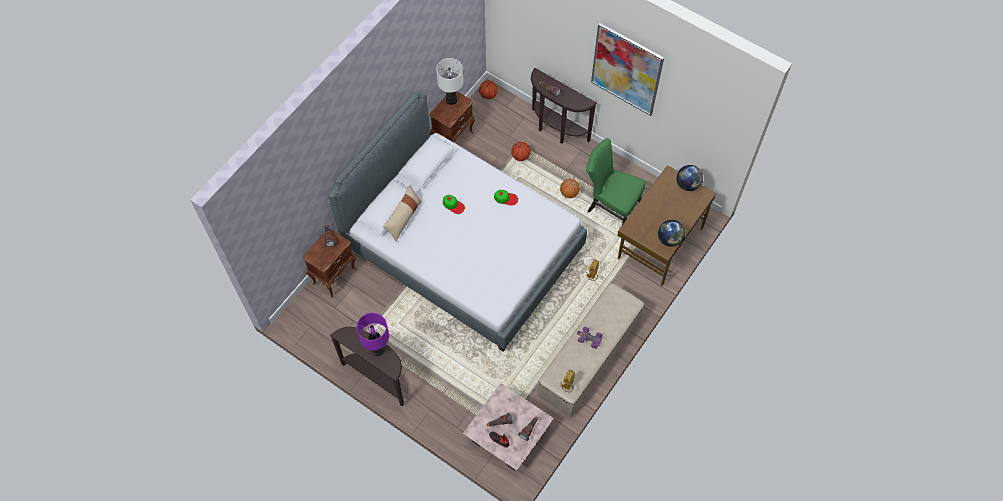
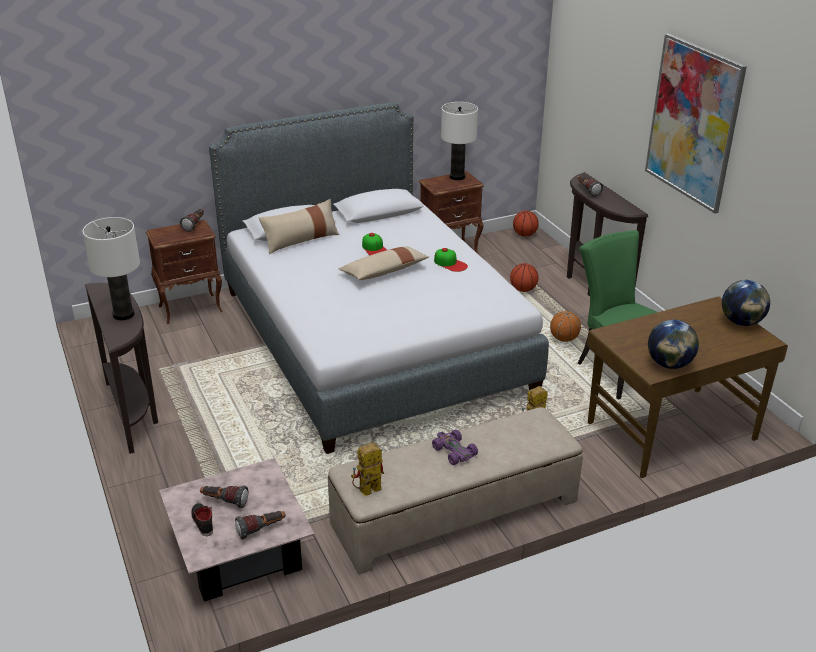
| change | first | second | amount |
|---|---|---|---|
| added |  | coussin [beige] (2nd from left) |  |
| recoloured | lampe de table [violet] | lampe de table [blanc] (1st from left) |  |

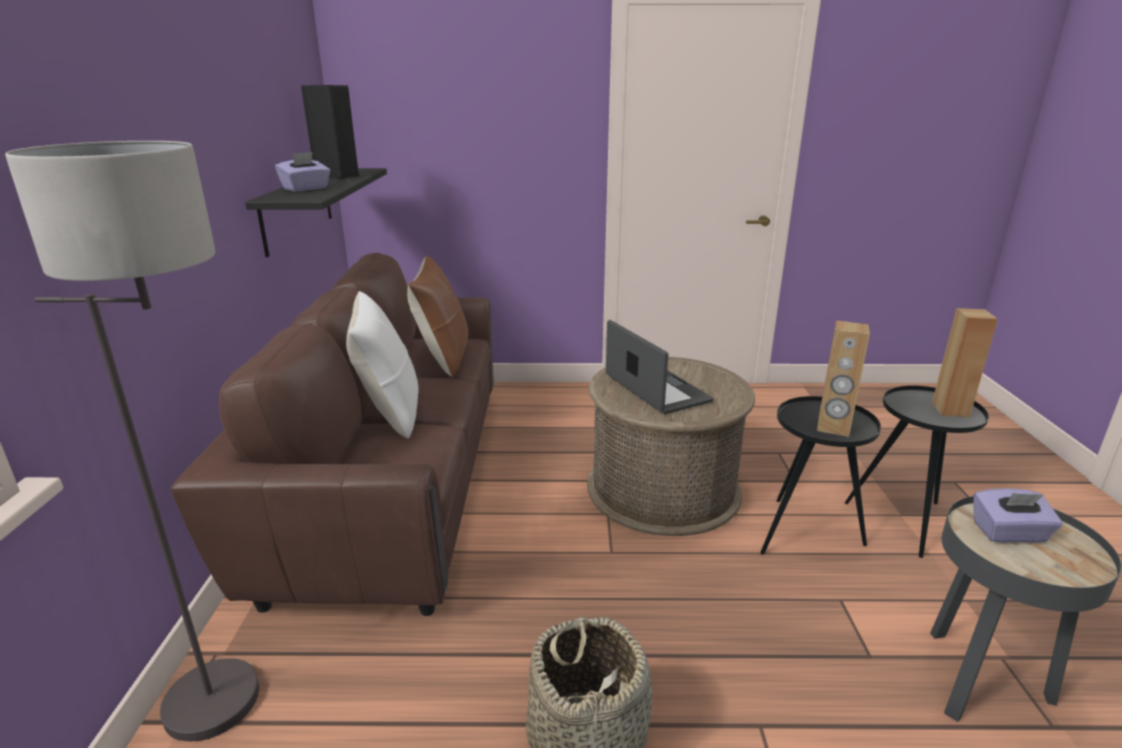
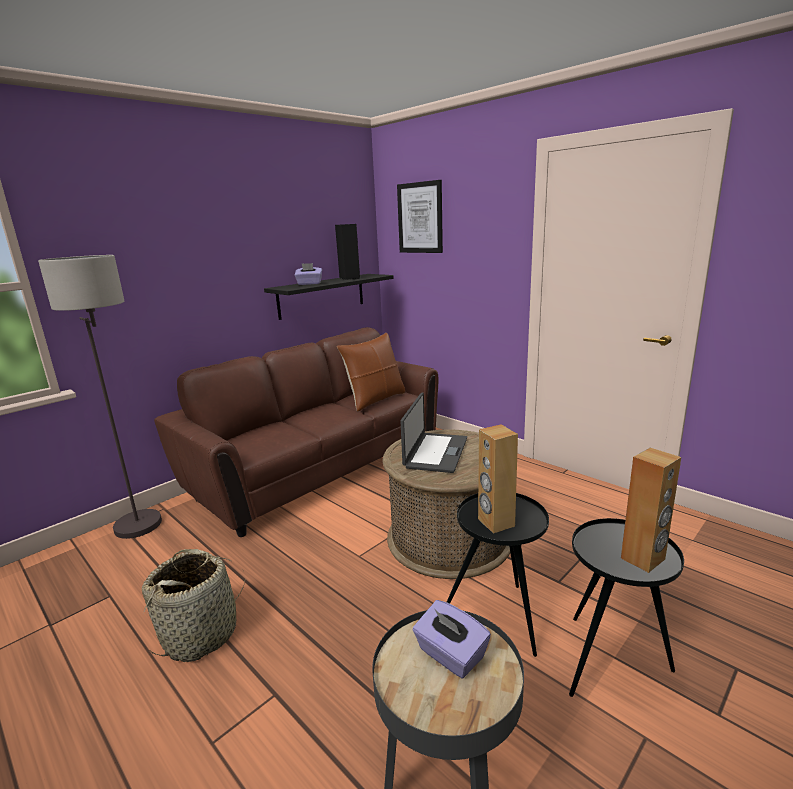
| change | first | second | amount |
|---|---|---|---|
| removed | coussin [blanc] |  |  |
| added |  | tableau |  |

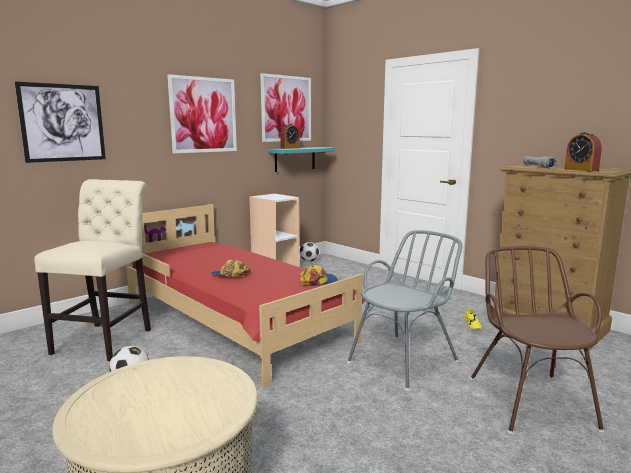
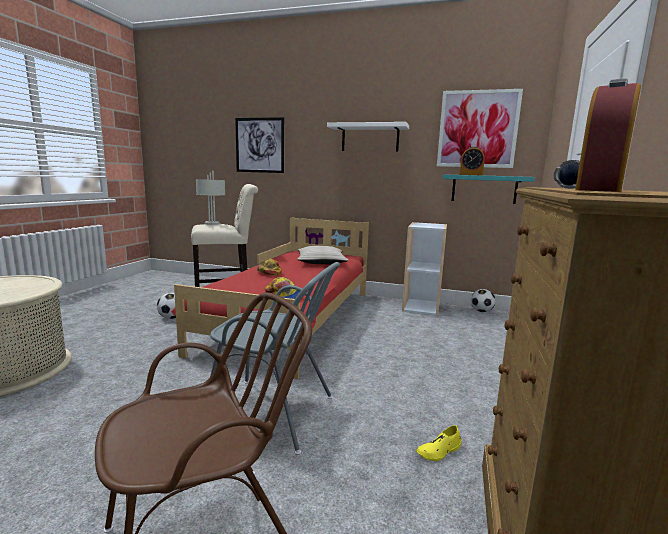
| change | first | second | amount |
|---|---|---|---|
| added |  | lampe de table [gris] |  |
| added |  | coussin [beige] |  |
| replaced | tableau (2nd from left) | étagère [blanc] |  |

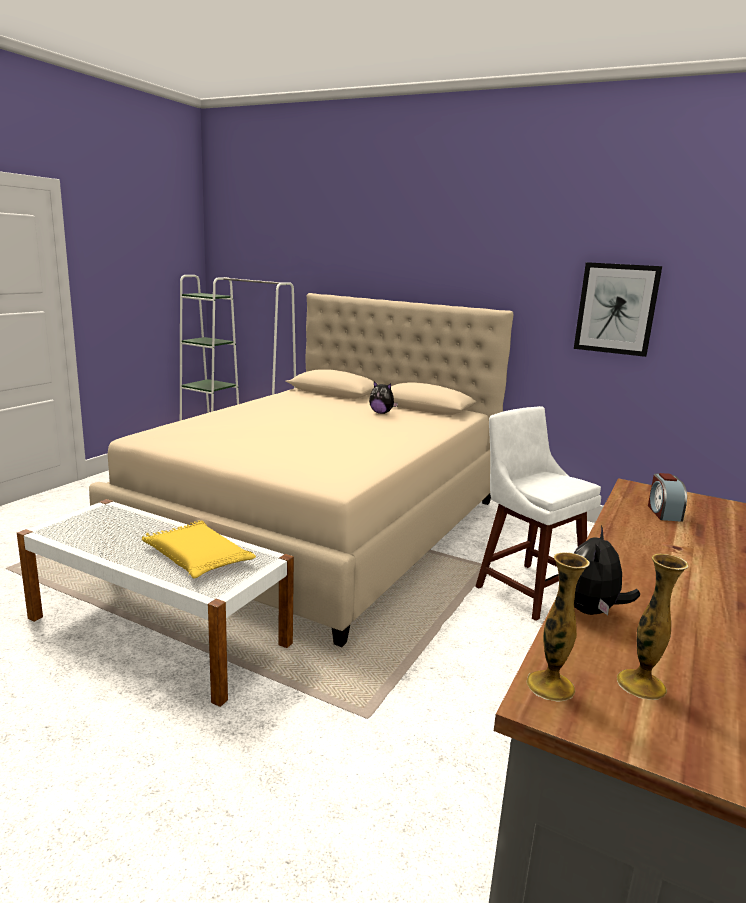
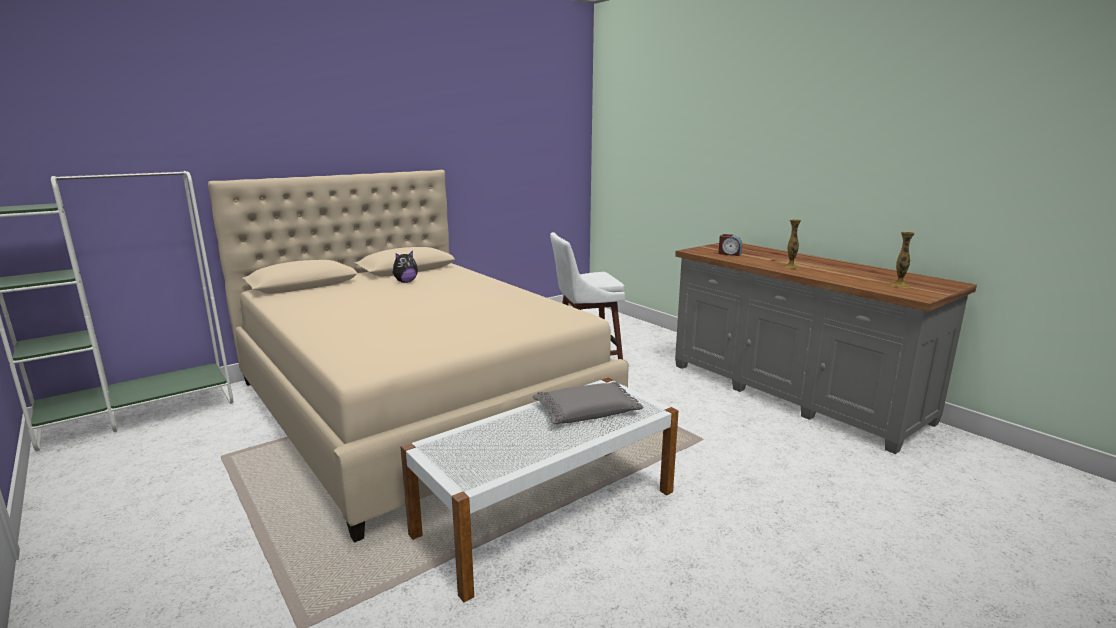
| change | first | second | amount |
|---|---|---|---|
| removed | tableau |  |  |
| removed | peluche (2nd from left) |  |  |
| moved | vase (1st from left) |  |  |
| recoloured | coussin [jaune] | coussin [gris] |  |

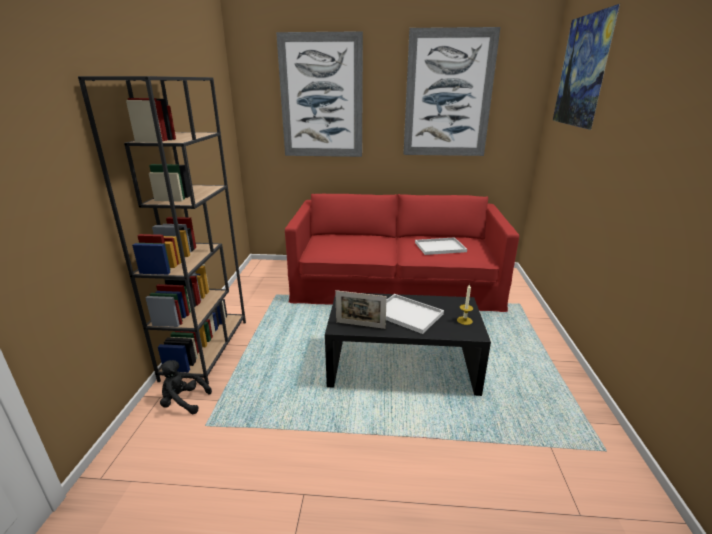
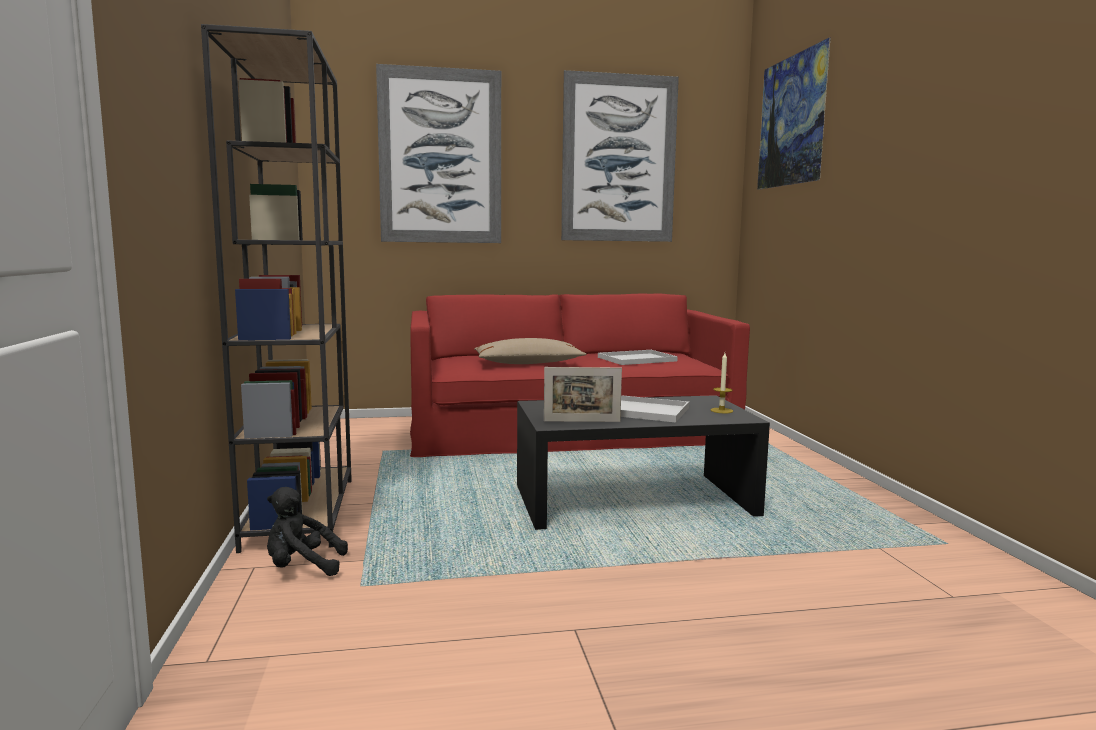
| change | first | second | amount |
|---|---|---|---|
| added |  | coussin [beige] |  |

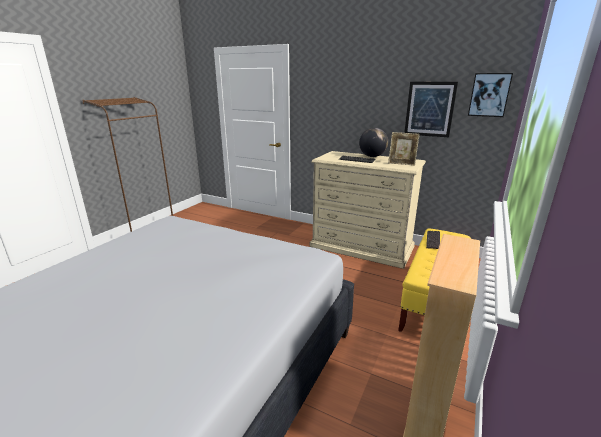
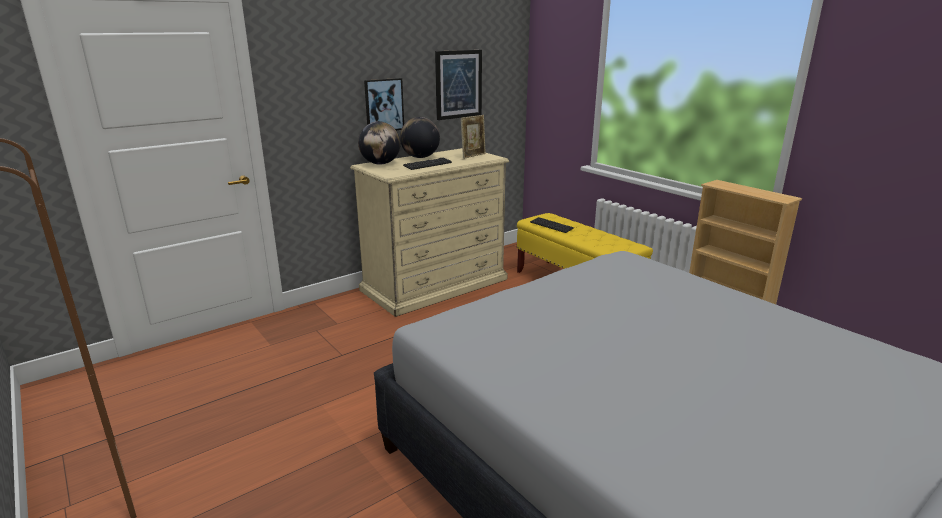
| change | first | second | amount |
|---|---|---|---|
| added |  | globe (1st from left) |  |
| moved | tableau (2nd from left in the first image) | tableau (1st from left) |  |

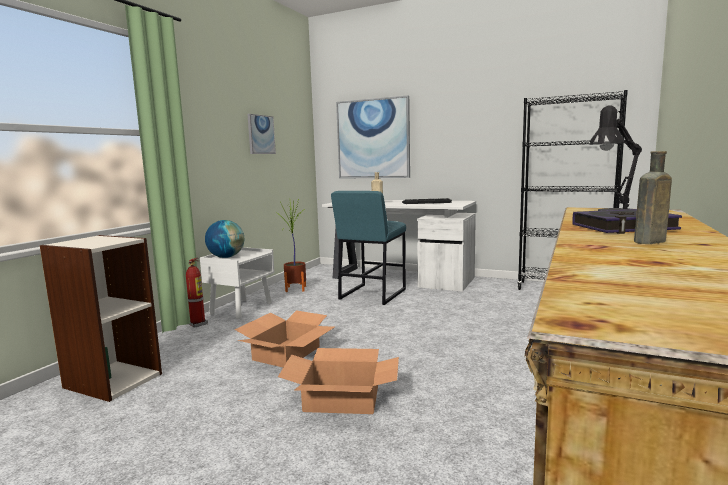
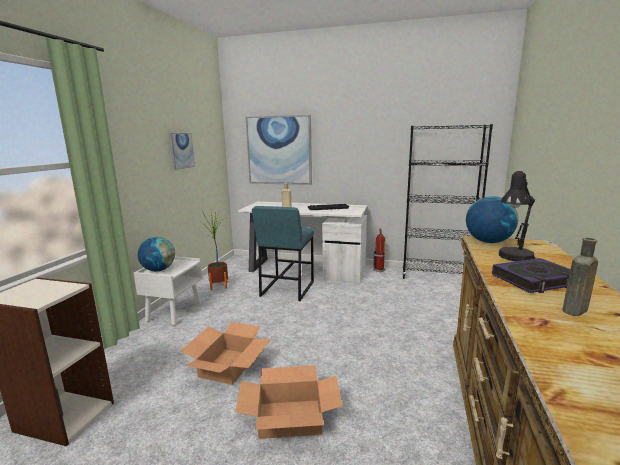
| change | first | second | amount |
|---|---|---|---|
| added |  | globe (2nd from left) |  |
| moved | extincteur |  |  |

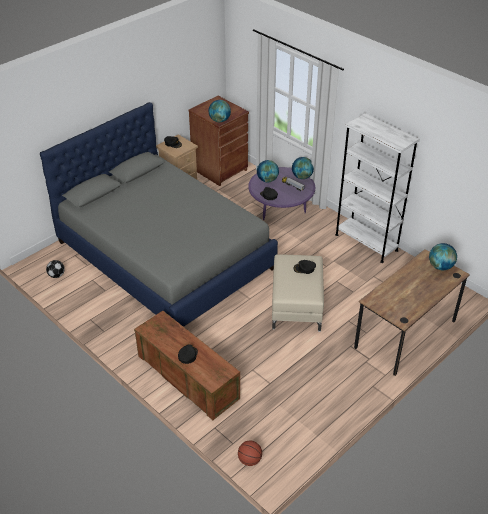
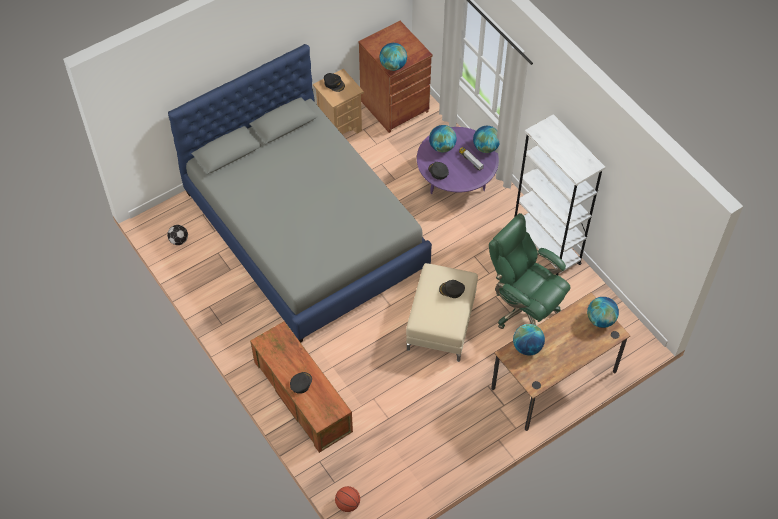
| change | first | second | amount |
|---|---|---|---|
| added |  | chaise de bureau [vert] |  |
| added |  | globe (4th from left) |  |

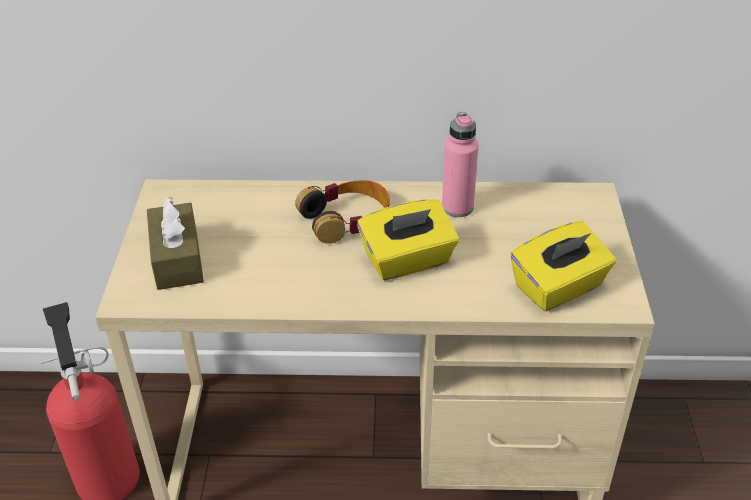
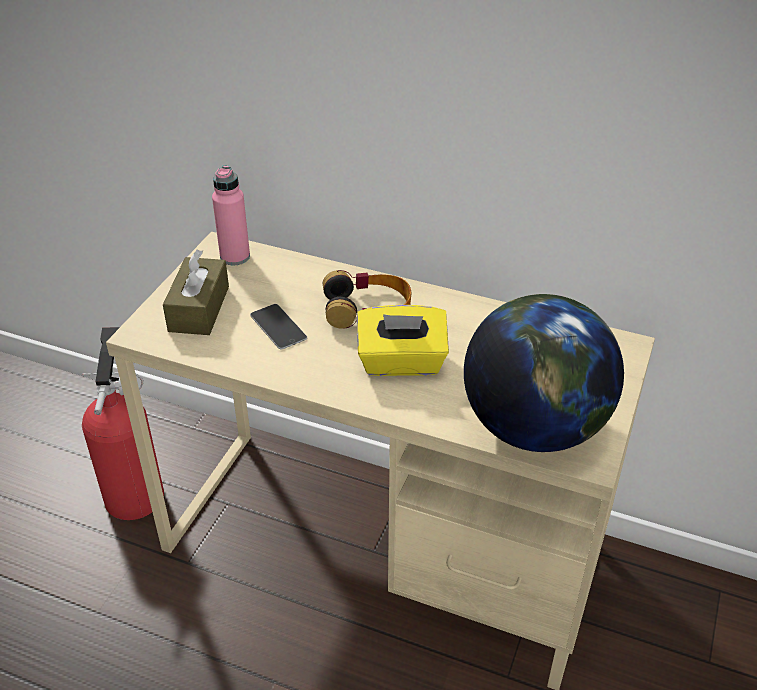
| change | first | second | amount |
|---|---|---|---|
| added |  | téléphone |  |
| moved | bouteille [rose] |  |  |
| replaced | boîte à mouchoirs [jaune] (2nd from left) | globe |  |

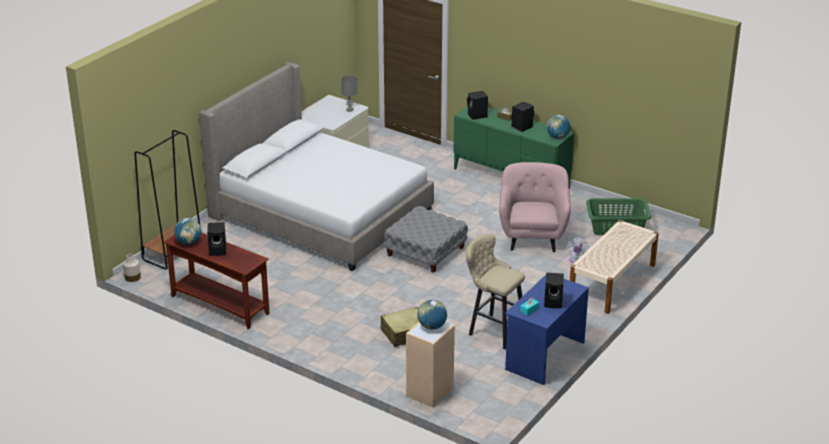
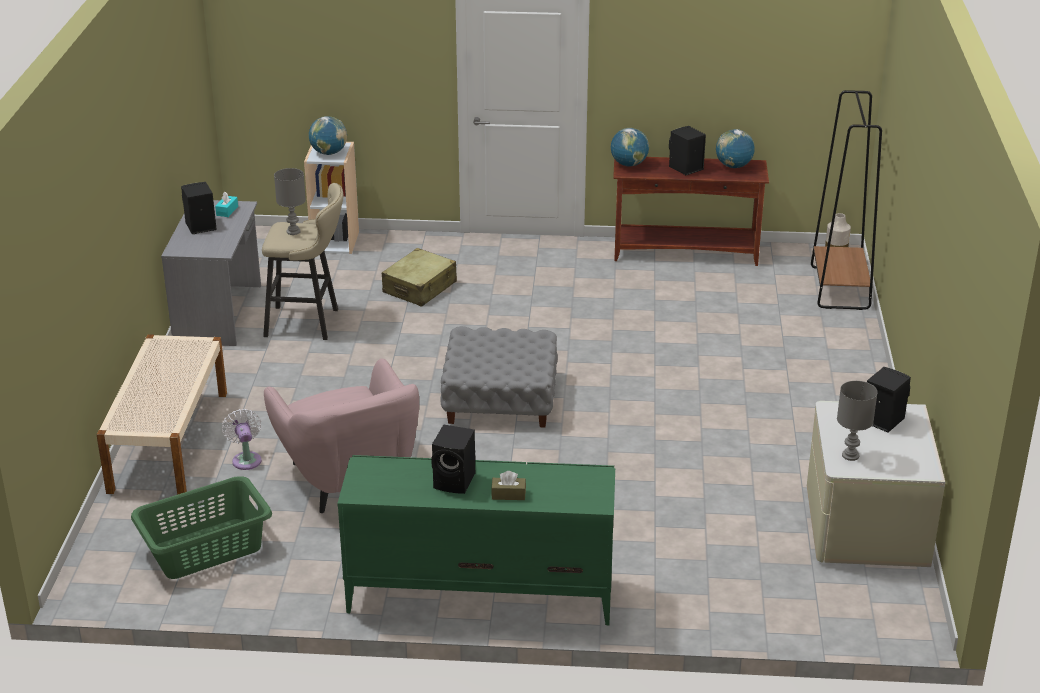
| change | first | second | amount |
|---|---|---|---|
| removed | lit |  |  |
| added |  | lampe de table [gris] (1st from left) |  |
| moved | enceinte [noir] (2nd from left in the first image) | enceinte [noir] (4th from left) |  |
| moved | globe (3rd from left in the first image) | globe (2nd from left) |  |
| recoloured | bureau [bleu] | bureau [gris] |  |

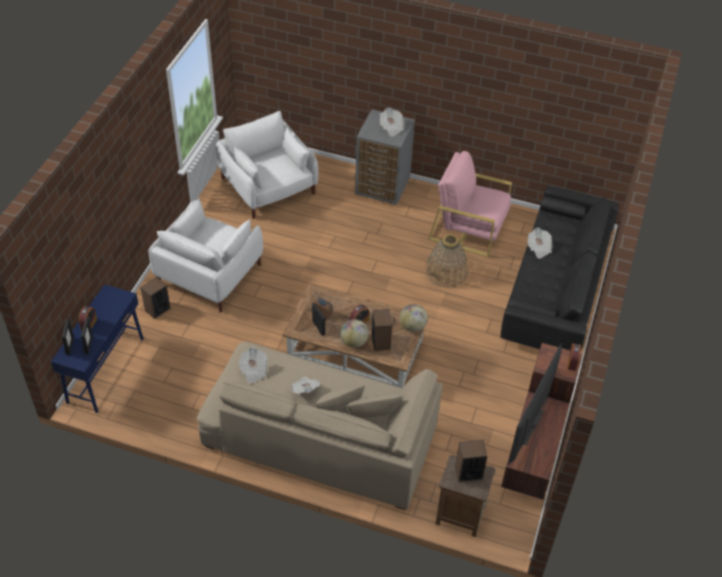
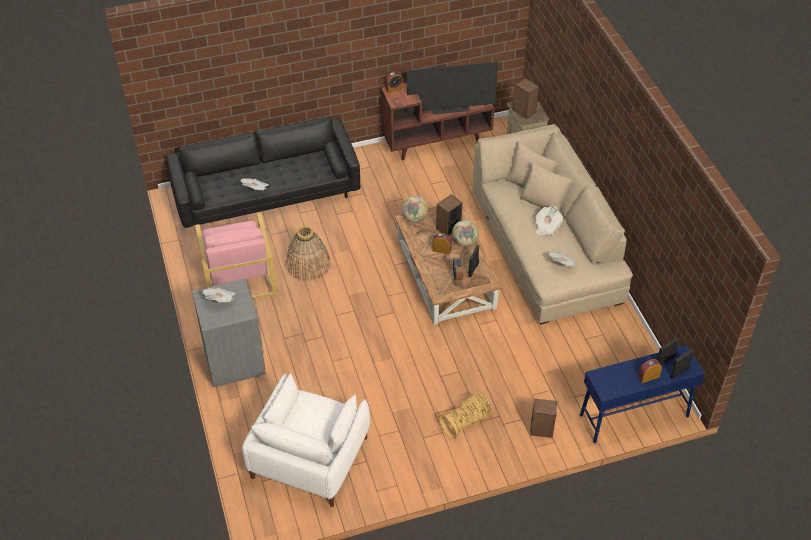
| change | first | second | amount |
|---|---|---|---|
| replaced | fauteuil [blanc] (1st from left) | panier (2nd from left) |  |

